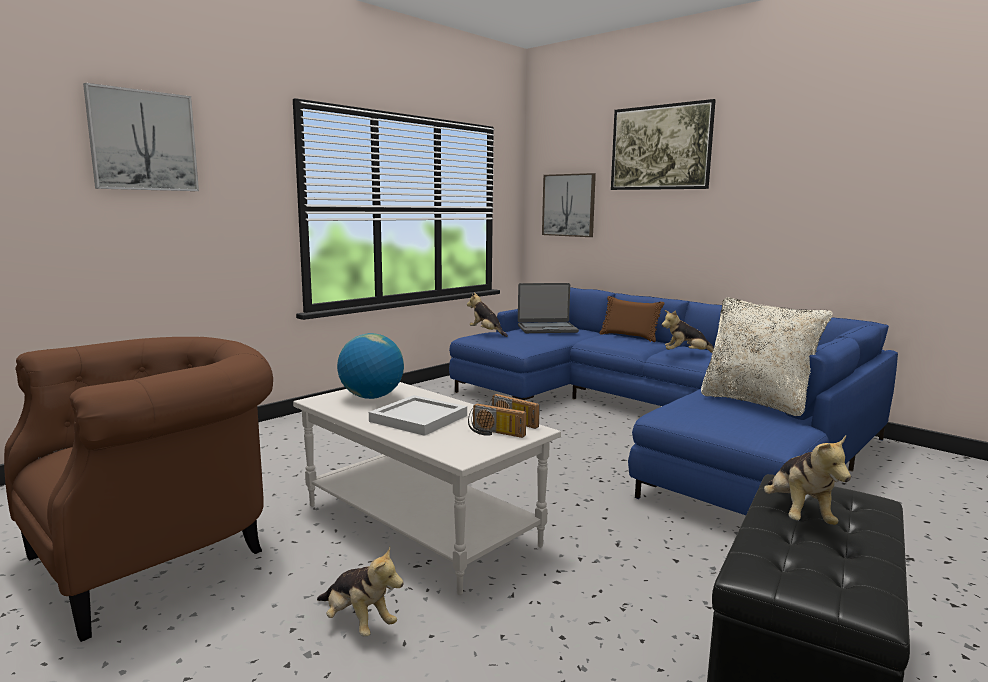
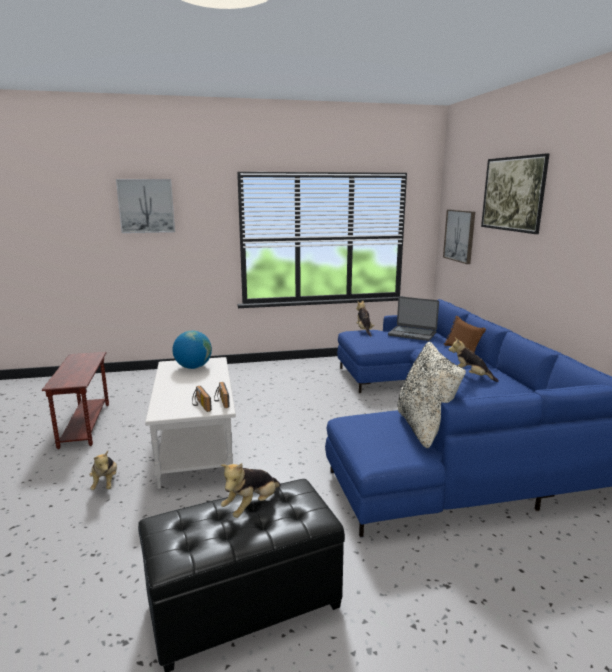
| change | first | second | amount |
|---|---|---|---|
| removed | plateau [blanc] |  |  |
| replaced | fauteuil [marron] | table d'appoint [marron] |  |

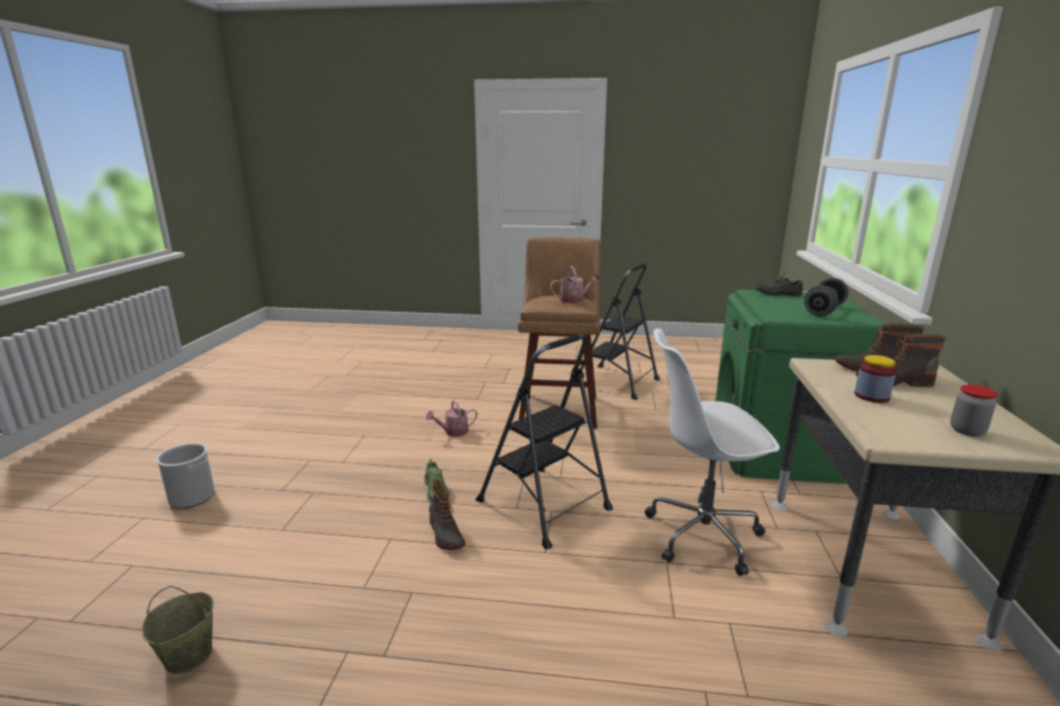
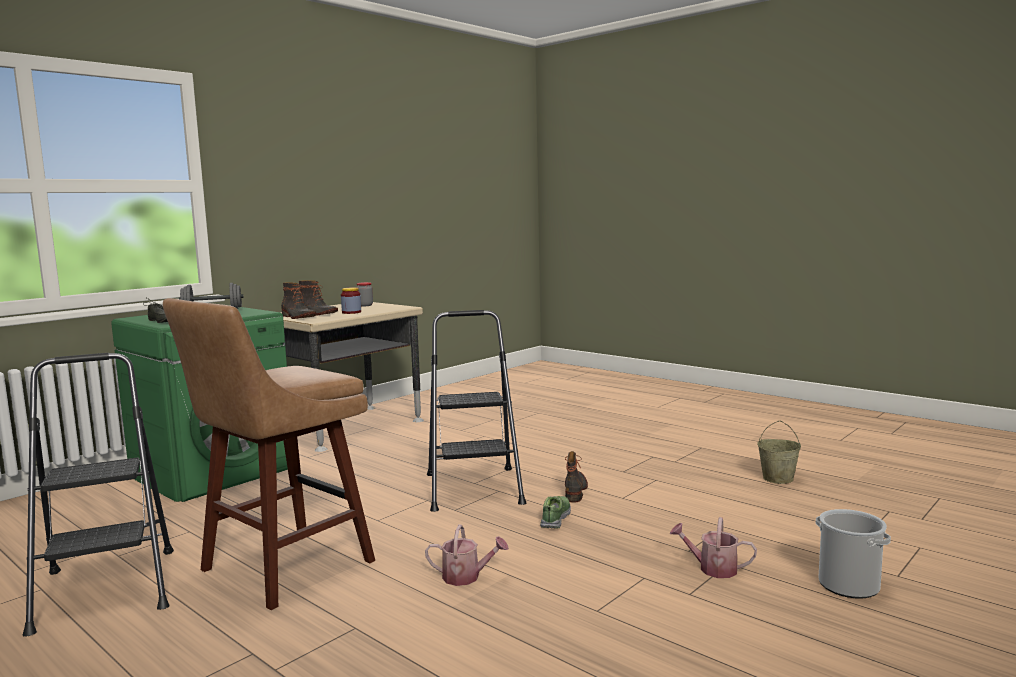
| change | first | second | amount |
|---|---|---|---|
| removed | chaise de bureau [blanc] |  |  |
| moved | arrosoir (2nd from left) |  |  |

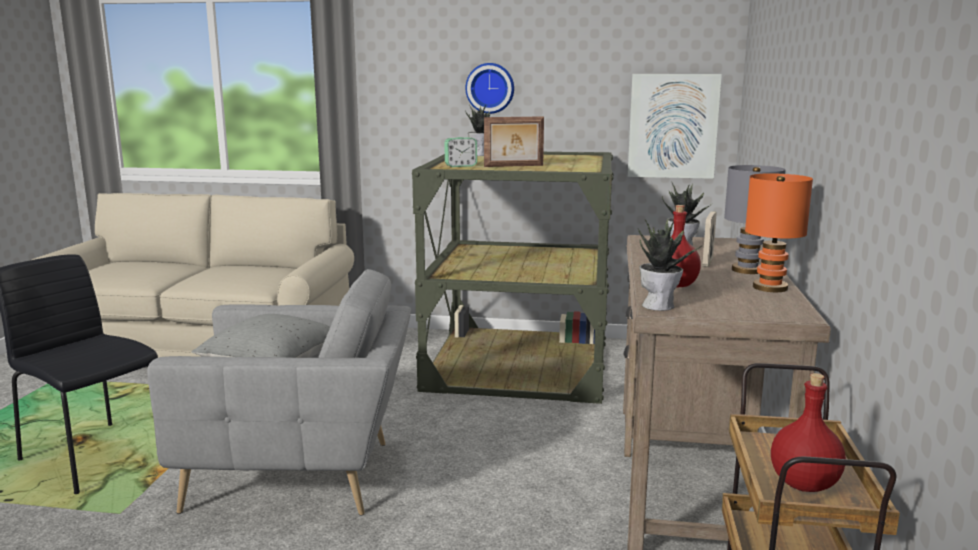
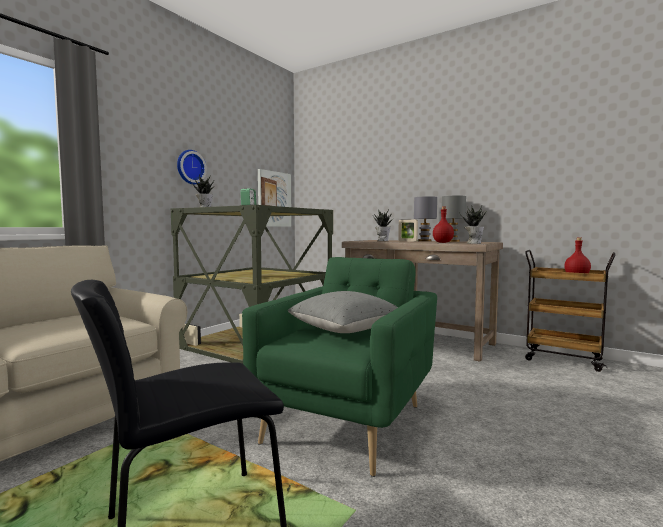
| change | first | second | amount |
|---|---|---|---|
| recoloured | fauteuil [gris] | fauteuil [vert] |  |
| recoloured | lampe de table [orange] | lampe de table [gris] (2nd from left) |  |

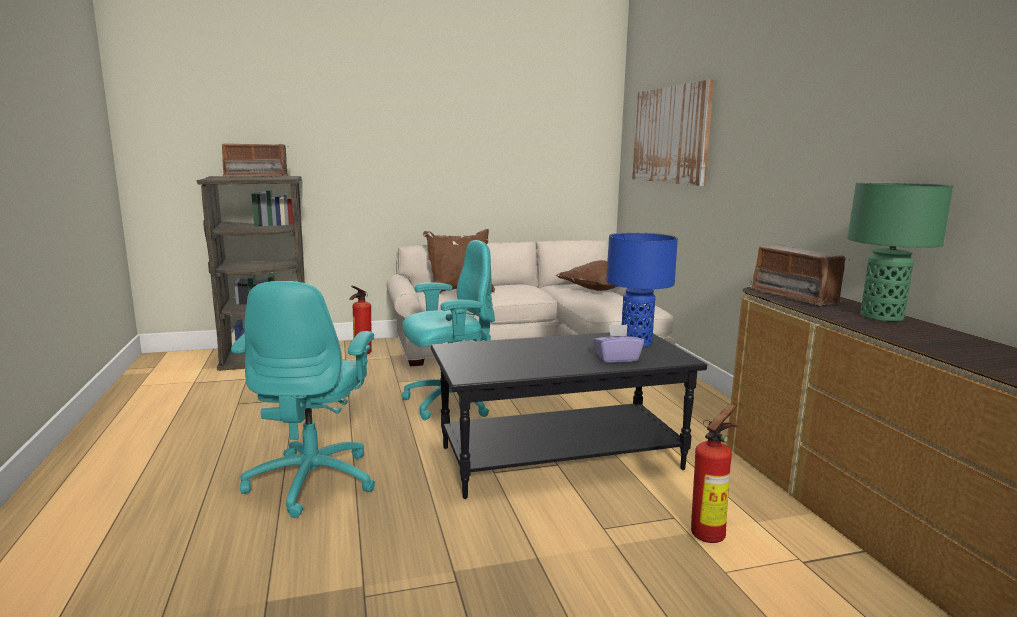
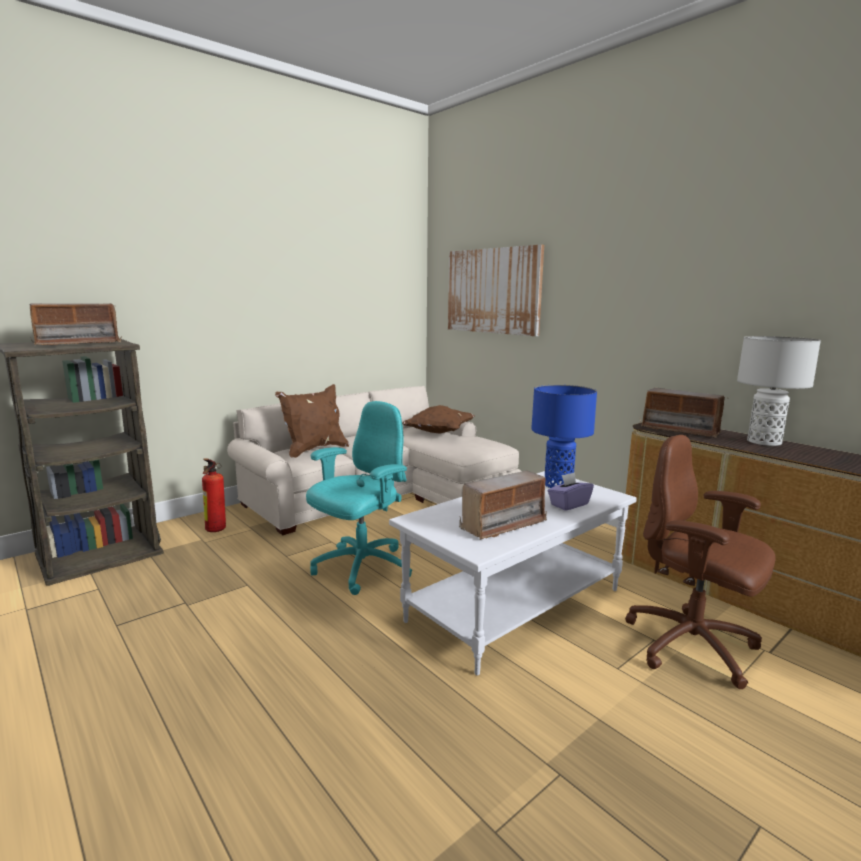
| change | first | second | amount |
|---|---|---|---|
| removed | chaise de bureau [turquoise] (1st from left) |  |  |
| added |  | radio (2nd from left) |  |
| replaced | extincteur (2nd from left) | chaise de bureau [marron] |  |
| recoloured | table basse [noir] | table basse [blanc] |  |
| recoloured | lampe de table [vert] | lampe de table [blanc] |  |

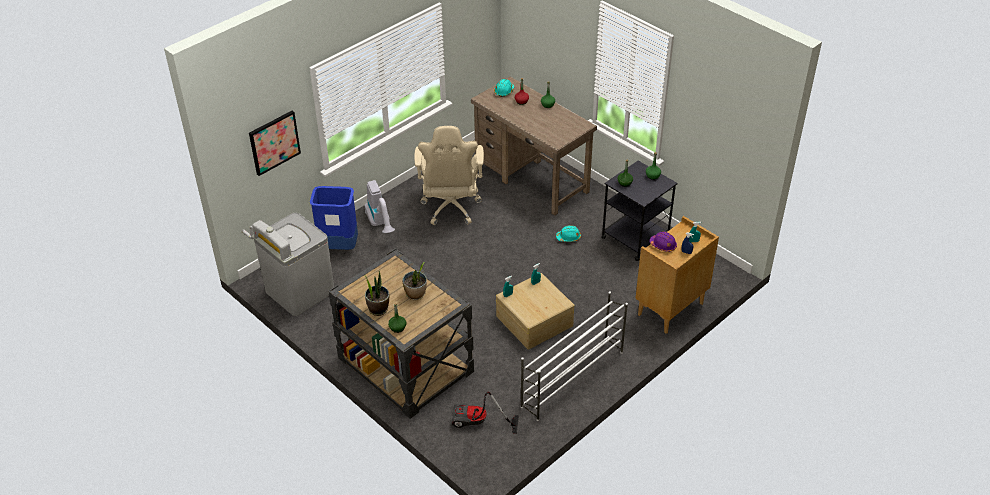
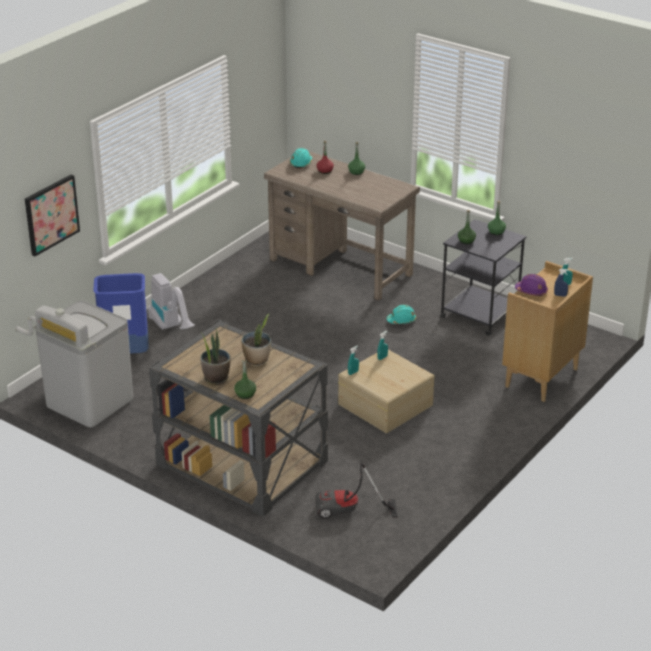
| change | first | second | amount |
|---|---|---|---|
| removed | chaise de bureau [beige] |  |  |
| removed | étagère à chaussures [blanc] |  |  |

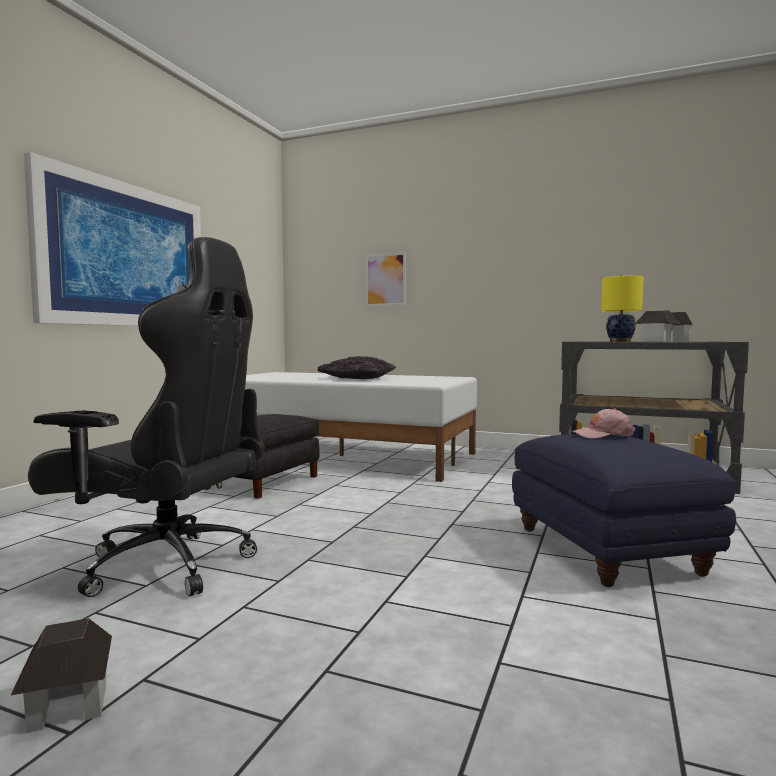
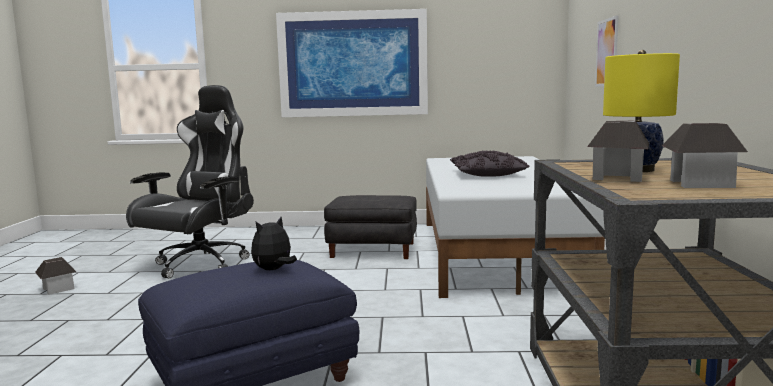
| change | first | second | amount |
|---|---|---|---|
| replaced | casquette [rose] | peluche |  |
| turned | chaise de bureau [noir] |  | 150 degrees counterclockwise |

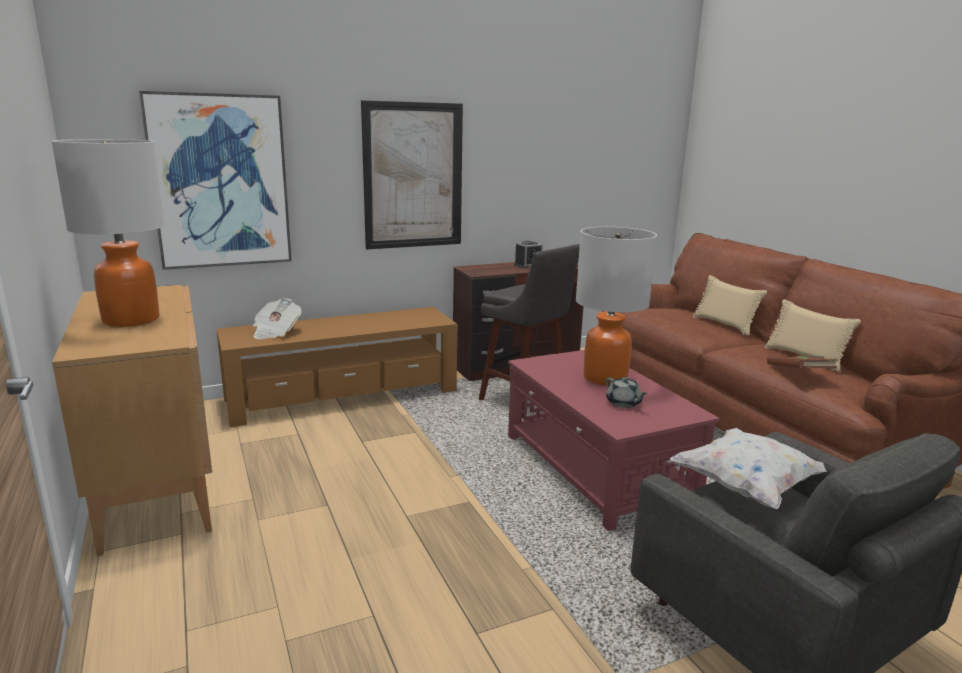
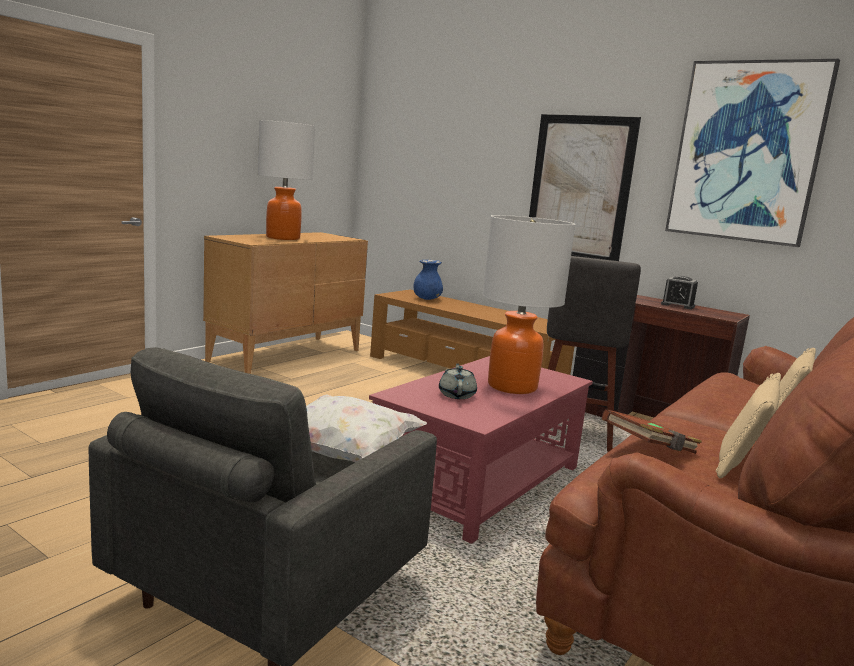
| change | first | second | amount |
|---|---|---|---|
| moved | tableau (1st from left in the first image) | tableau (2nd from left) |  |
| replaced | journal | vase [bleu] |  |
| turned | théière [gris] |  | 150 degrees clockwise |

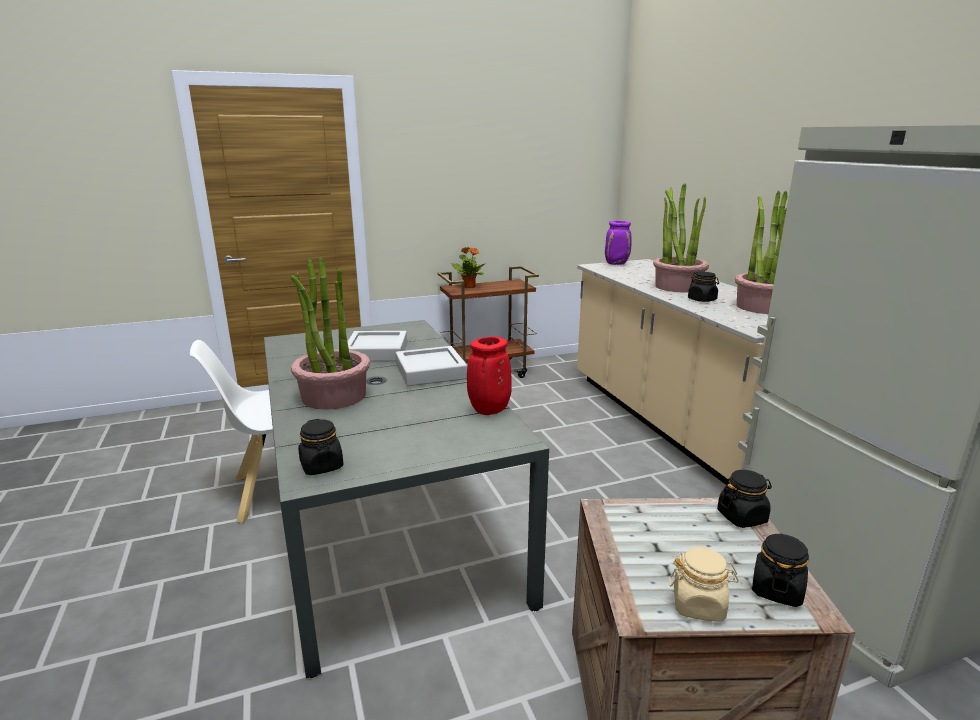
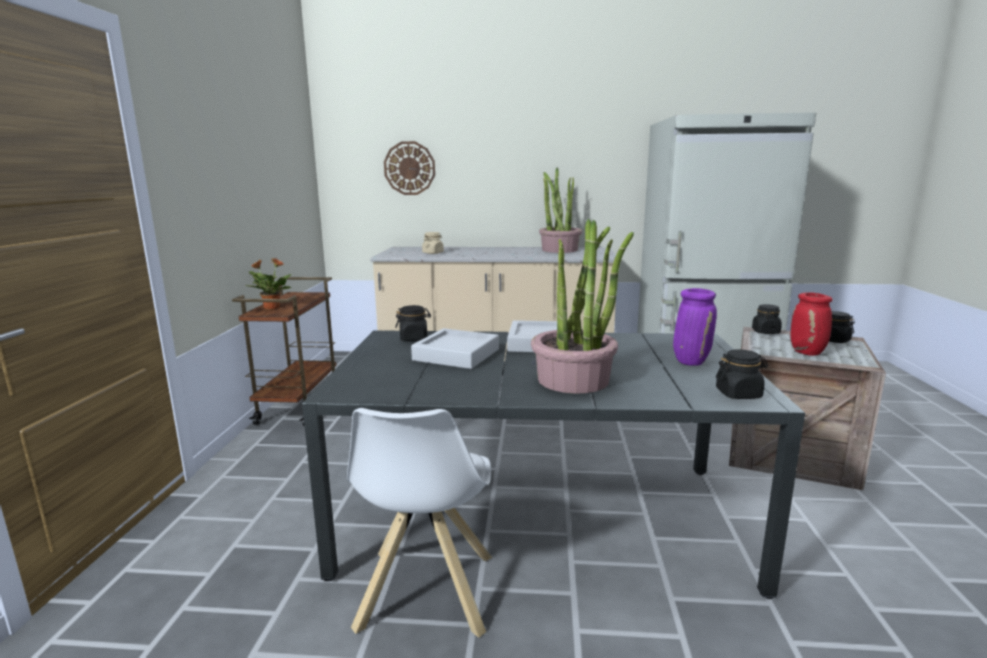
| change | first | second | amount |
|---|---|---|---|
| removed | plante en pot (3rd from left) |  |  |
| added |  | horloge murale |  |
| moved | vase [rouge] |  |  |
| moved | vase [violet] |  |  |
| moved | bocal [beige] |  |  |
| moved | bocal [noir] (2nd from left in the first image) | bocal [noir] (1st from left) |  |

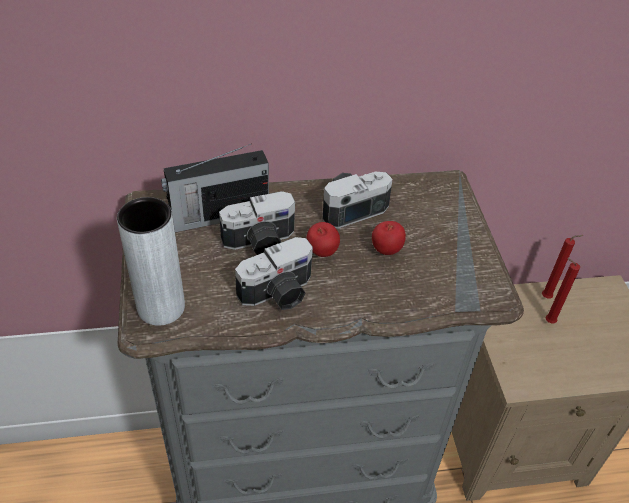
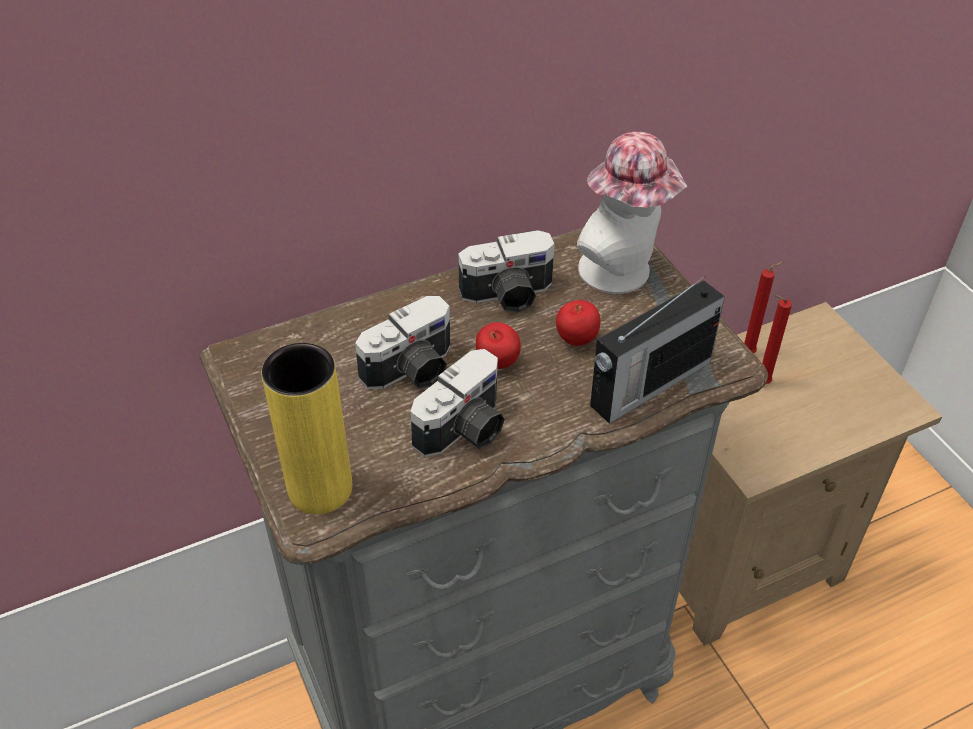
| change | first | second | amount |
|---|---|---|---|
| added |  | chapeau |  |
| moved | radio |  |  |
| recoloured | vase [gris] | vase [jaune] |  |
| turned | appareil photo (3rd from left) |  | 150 degrees counterclockwise |

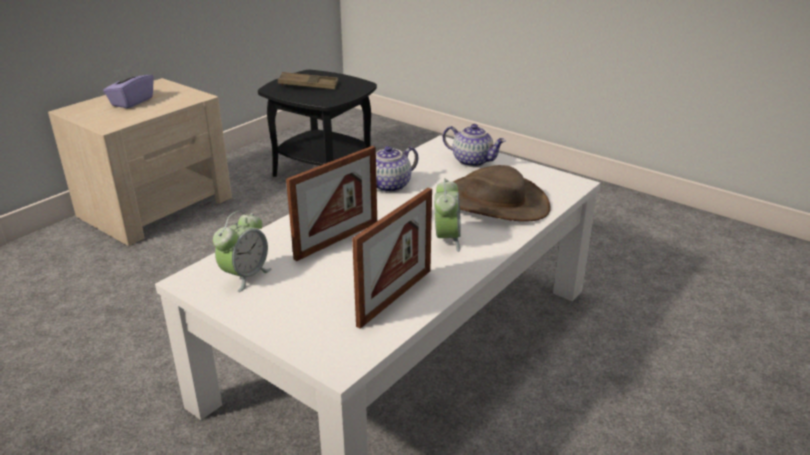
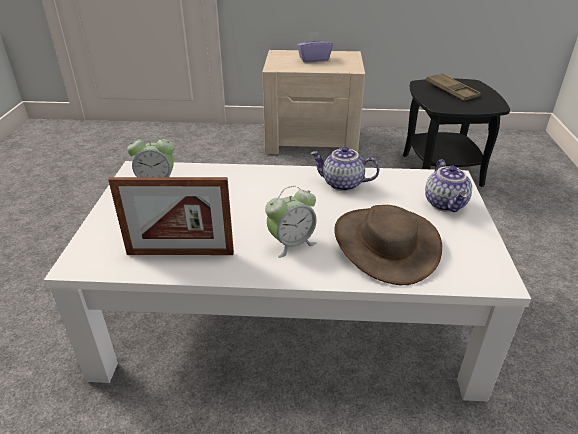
| change | first | second | amount |
|---|---|---|---|
| removed | cadre photo (1st from left) |  |  |

